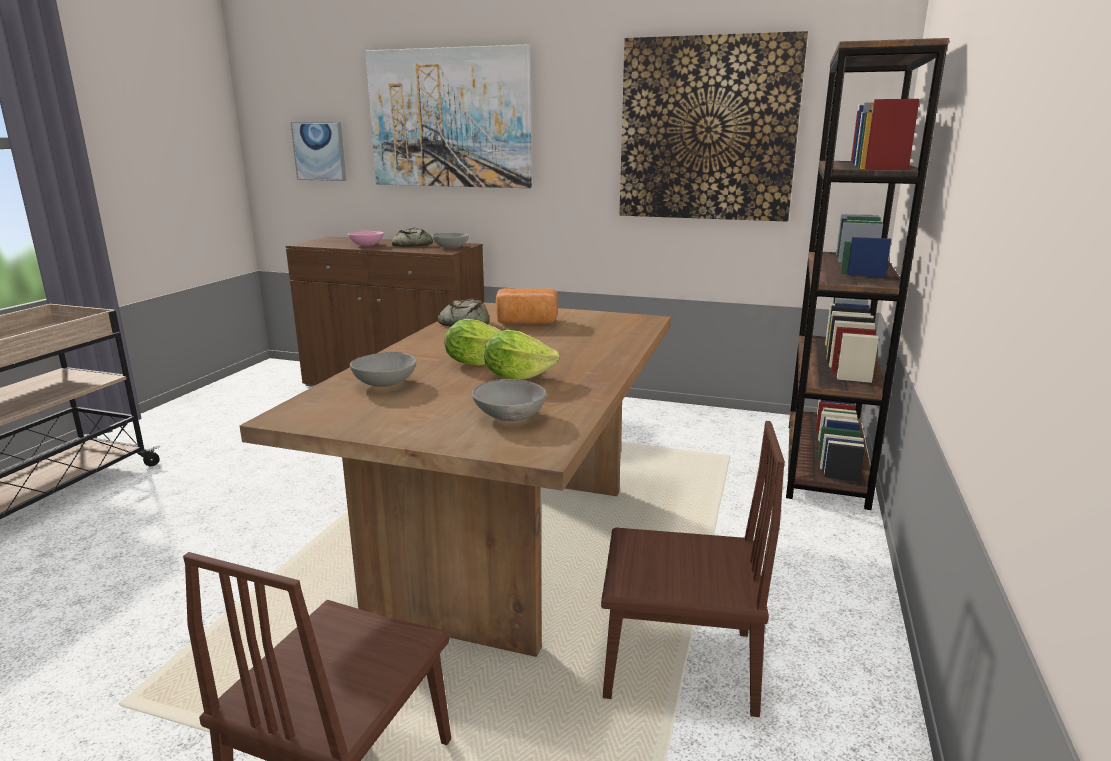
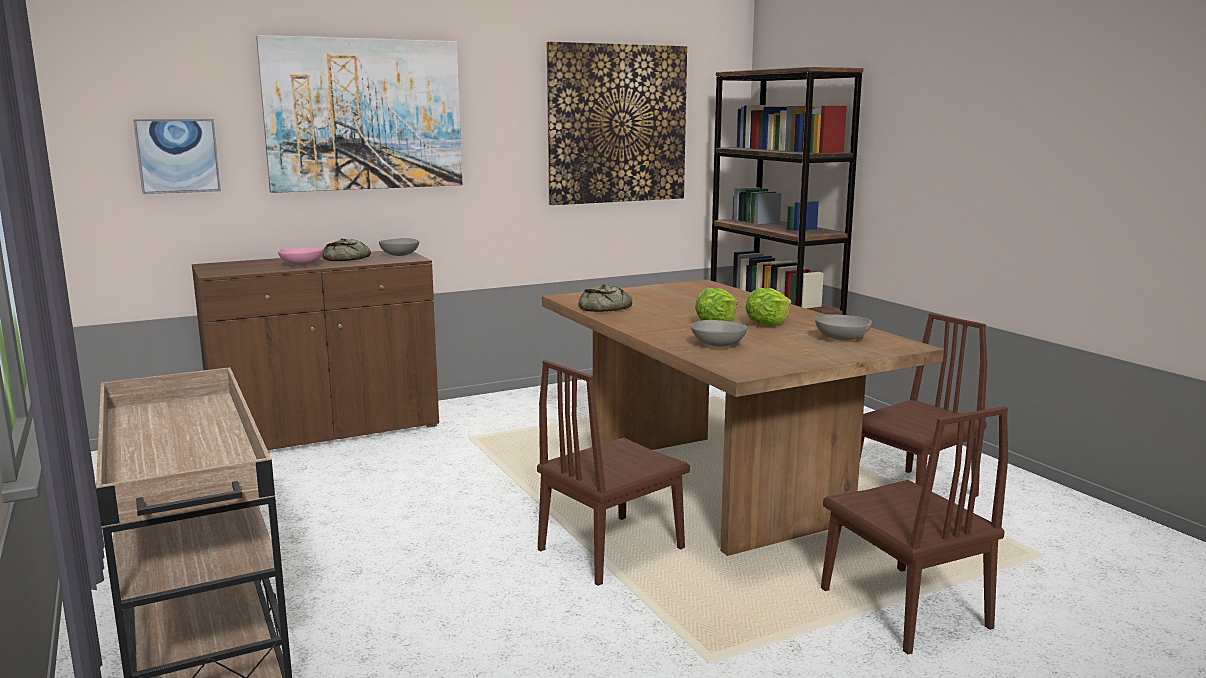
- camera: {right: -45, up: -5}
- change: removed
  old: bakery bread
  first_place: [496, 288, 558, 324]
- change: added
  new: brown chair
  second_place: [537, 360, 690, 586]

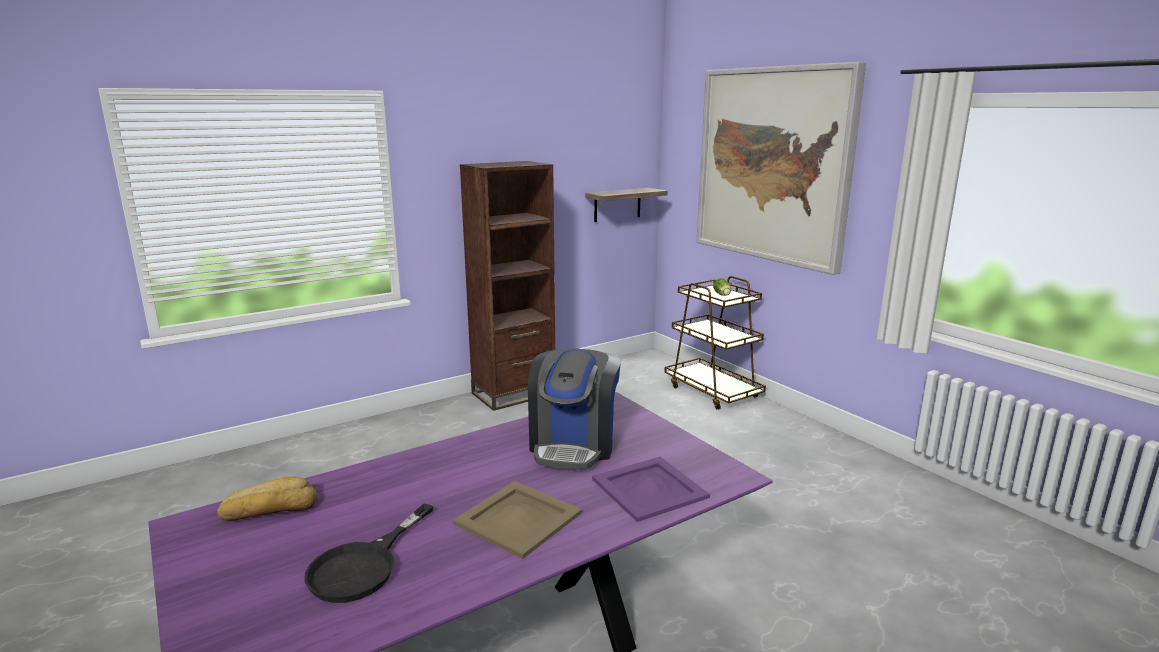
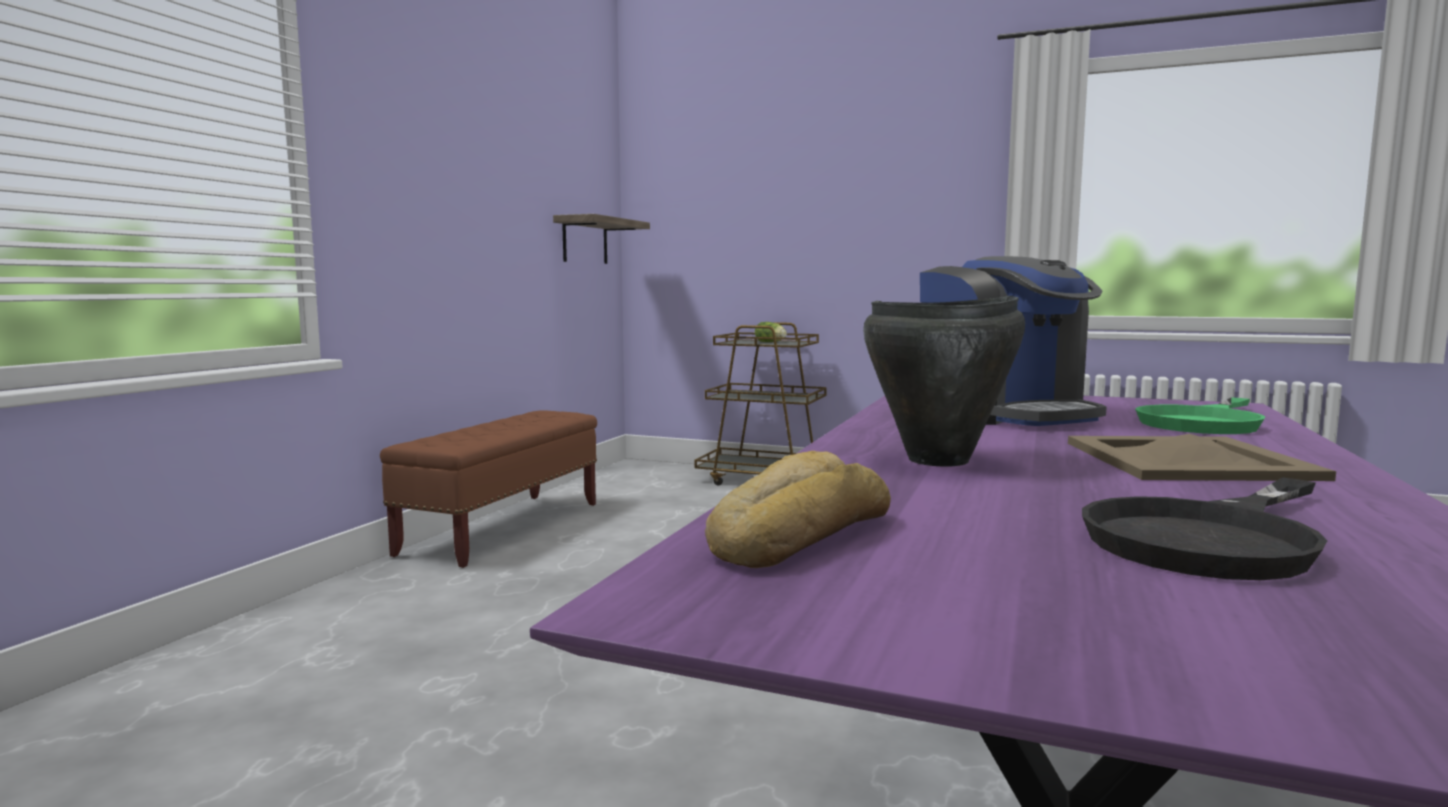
- camera: {right: -35, up: -10}
- change: removed
  old: wall art
  first_place: [697, 62, 866, 275]
- change: added
  new: blackish cooking pot
  second_place: [863, 296, 1025, 467]
- change: replaced
  old: brown bookcase
  new: brown long seat
  first_place: [460, 161, 555, 411]
  second_place: [380, 410, 597, 568]
- change: replaced
  old: purple-coloured serving tray
  new: green-coloured pan
  first_place: [592, 457, 710, 522]
  second_place: [1135, 397, 1265, 434]
- change: turned
  old: blackish pan
  first_place: [304, 504, 434, 603]
  second_place: [1082, 477, 1327, 580]
  degrees: 60

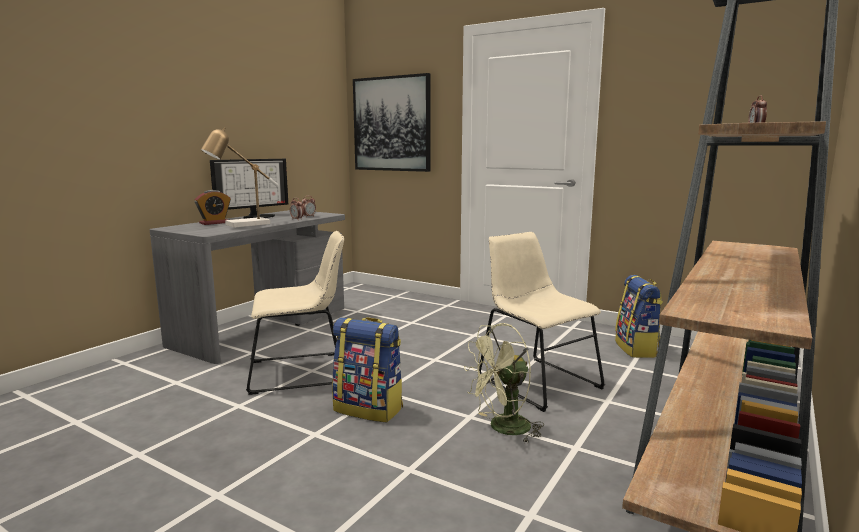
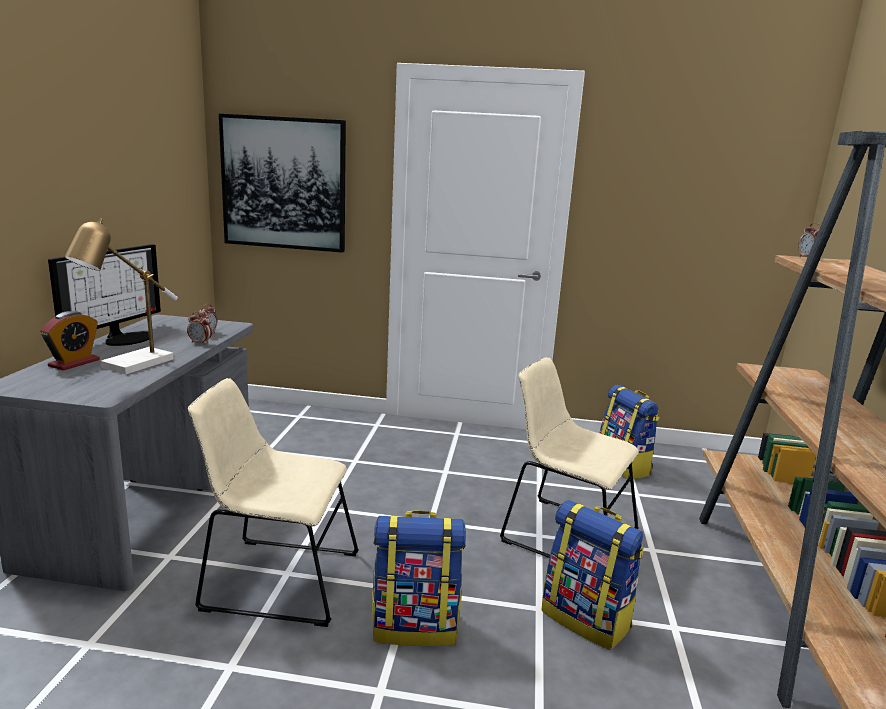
- camera: {right: -25, up: 5}
- change: replaced
  old: green-coloured fan
  new: backpack
  first_place: [464, 323, 544, 442]
  second_place: [542, 500, 644, 650]
- change: turned
  old: beige chair
  first_place: [246, 231, 344, 395]
  second_place: [188, 378, 359, 627]
  degrees: -135

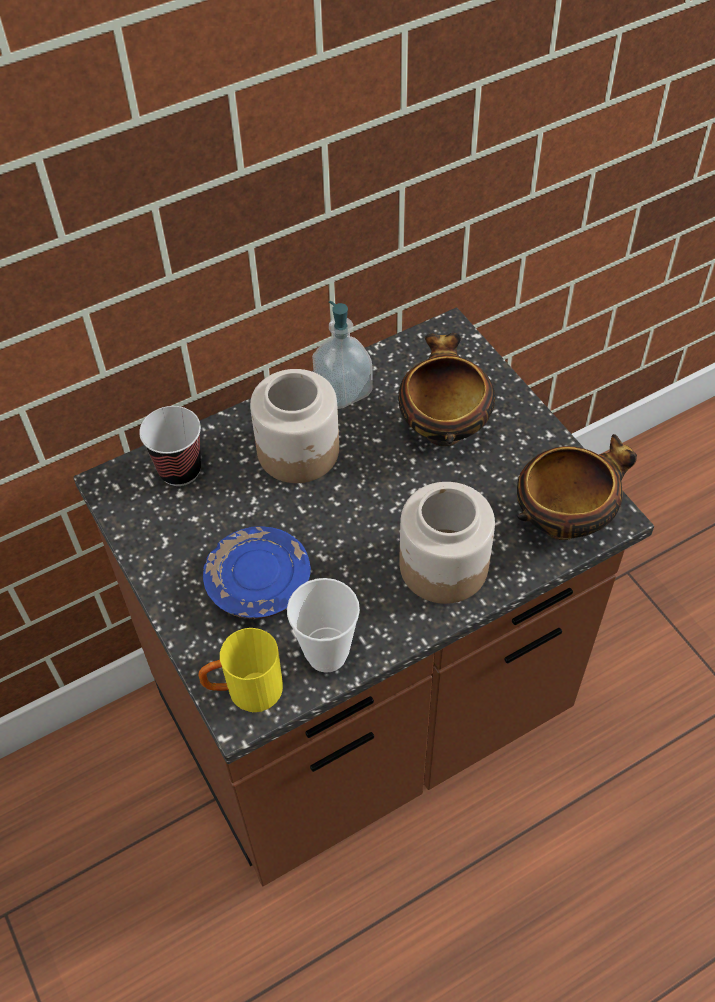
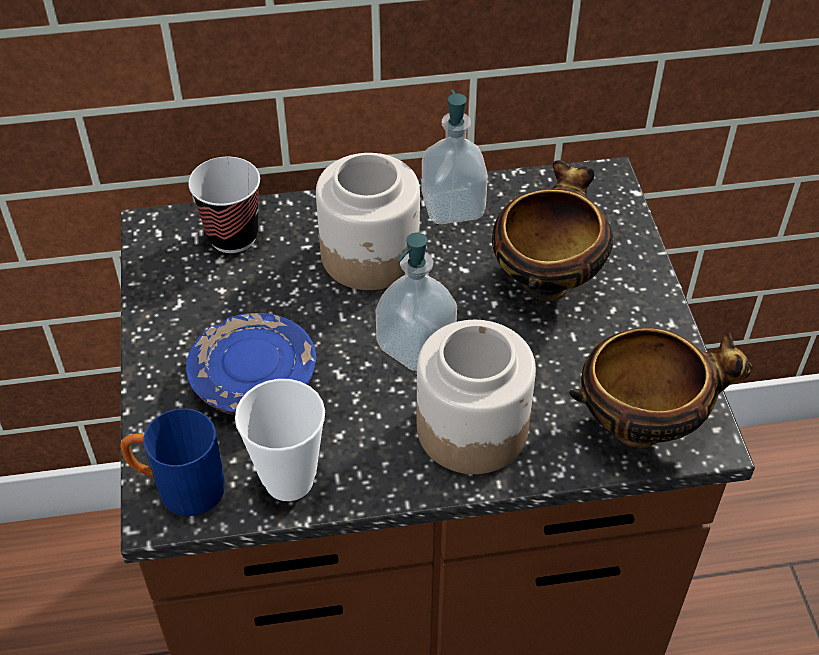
- camera: {right: 20, up: -5}
- change: added
  new: soap dispenser
  second_place: [376, 232, 457, 371]
- change: recoloured
  old: yellowish tea mug
  new: blue tea mug
  first_place: [198, 628, 283, 712]
  second_place: [120, 409, 225, 516]

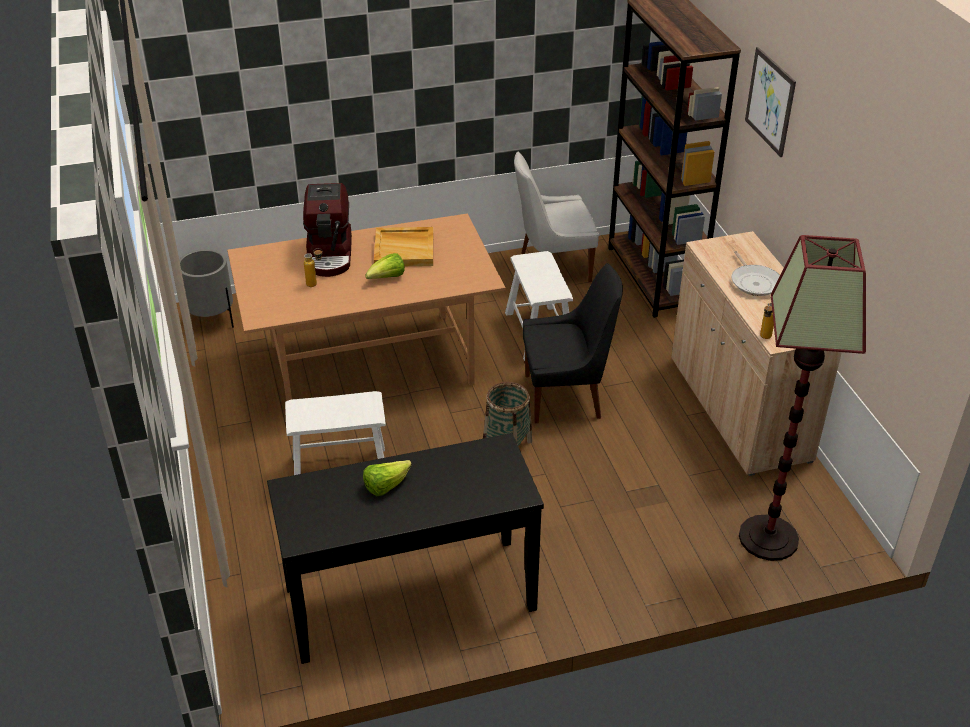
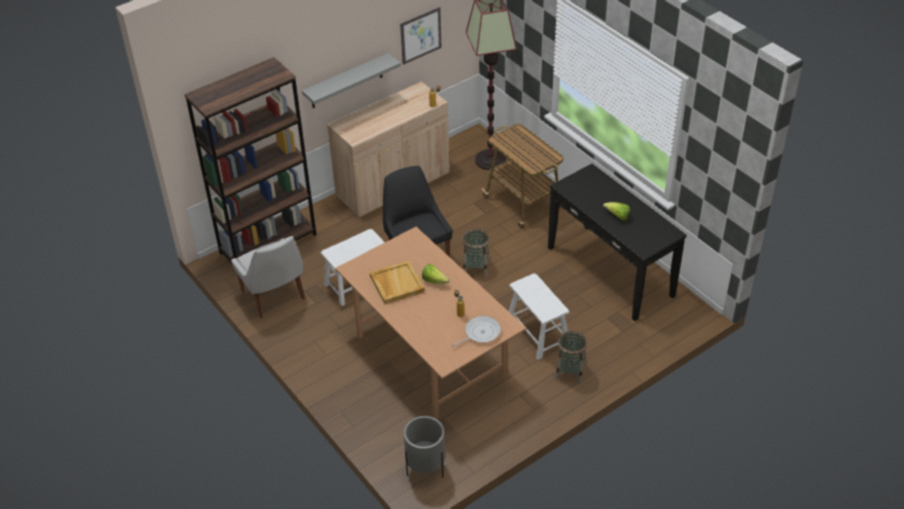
- camera: {right: -110, up: 5}
- change: removed
  old: coffee brewer
  first_place: [303, 183, 352, 277]
- change: added
  new: gray shelf
  second_place: [302, 53, 401, 108]
- change: added
  new: cart
  second_place: [481, 124, 564, 228]
- change: added
  new: household basket
  second_place: [555, 331, 587, 384]
- change: moved
  old: pan
  first_place: [731, 251, 780, 296]
  second_place: [452, 316, 501, 347]
- change: moved
  old: wall art
  first_place: [745, 47, 796, 157]
  second_place: [400, 7, 442, 65]

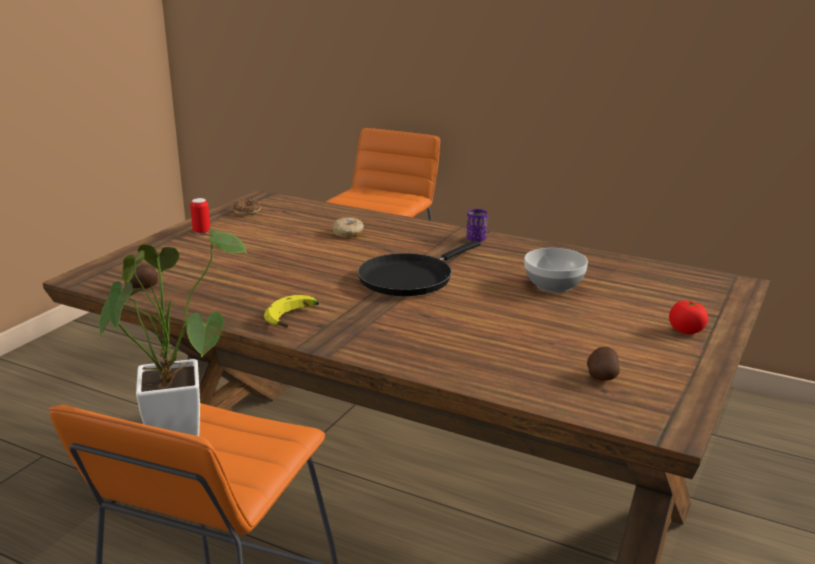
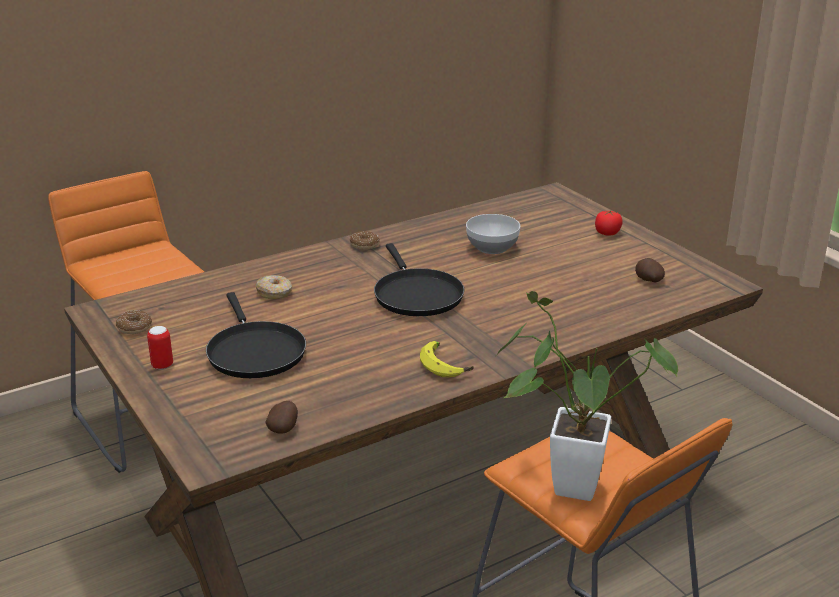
- camera: {right: -60, up: 5}
- change: added
  new: blackish pan
  second_place: [206, 292, 306, 378]
- change: replaced
  old: purple-coloured cup
  new: doughnut
  first_place: [467, 209, 488, 242]
  second_place: [350, 231, 380, 250]

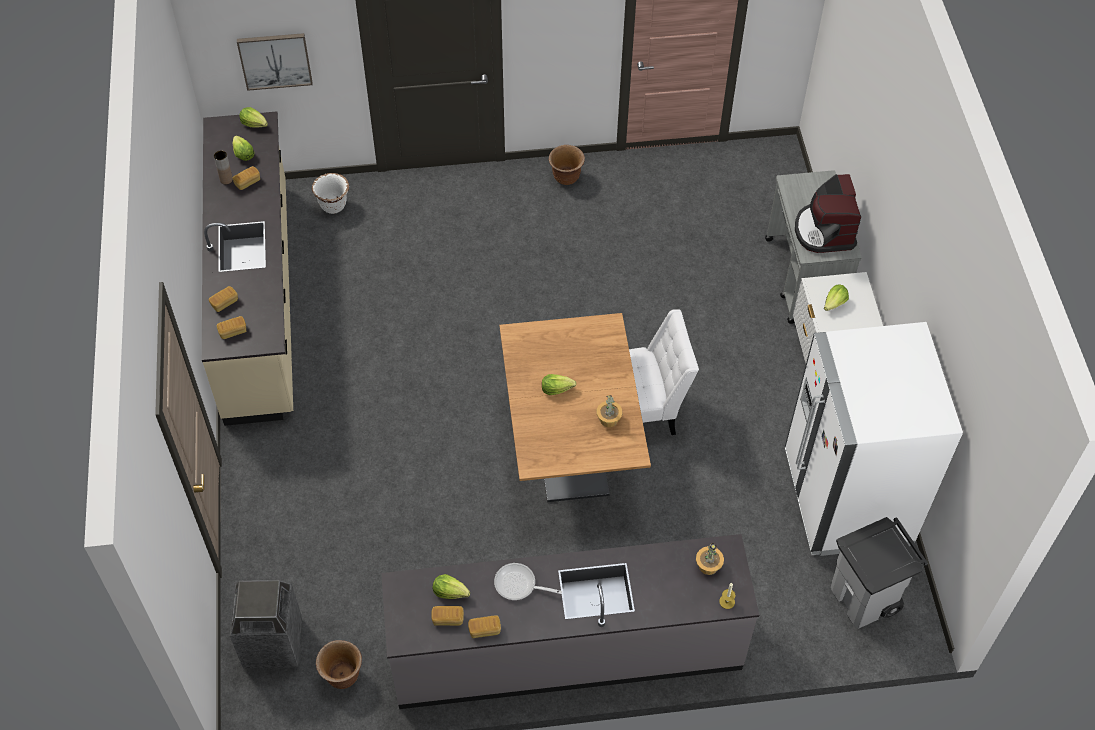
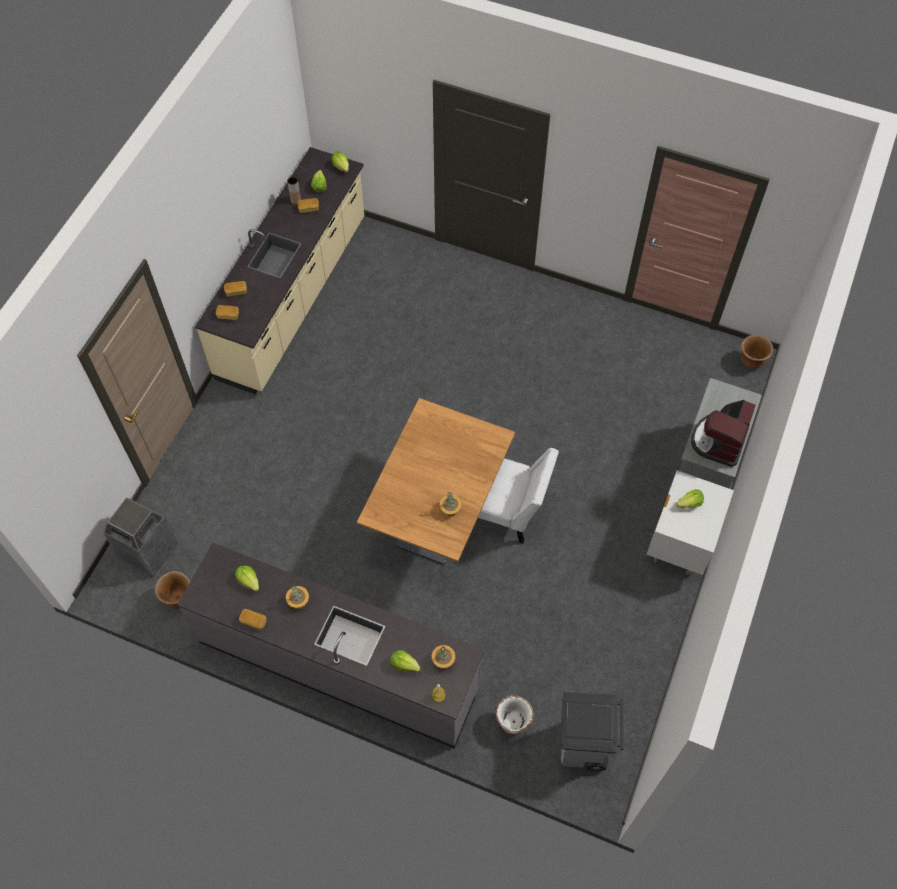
- camera: {right: 30, up: 5}
- change: removed
  old: wall art
  first_place: [237, 33, 313, 91]
- change: removed
  old: bakery bread
  first_place: [431, 606, 464, 626]
- change: removed
  old: white fridge
  first_place: [785, 322, 963, 556]
- change: moved
  old: white plant pot
  first_place: [312, 173, 349, 214]
  second_place: [496, 696, 534, 734]
- change: moved
  old: lettuce
  first_place: [542, 374, 576, 395]
  second_place: [390, 650, 421, 672]
- change: moved
  old: brown plant pot
  first_place: [549, 145, 585, 185]
  second_place: [741, 335, 773, 369]
- change: replaced
  old: pan
  new: plant in a pot
  first_place: [494, 563, 562, 600]
  second_place: [286, 586, 309, 609]

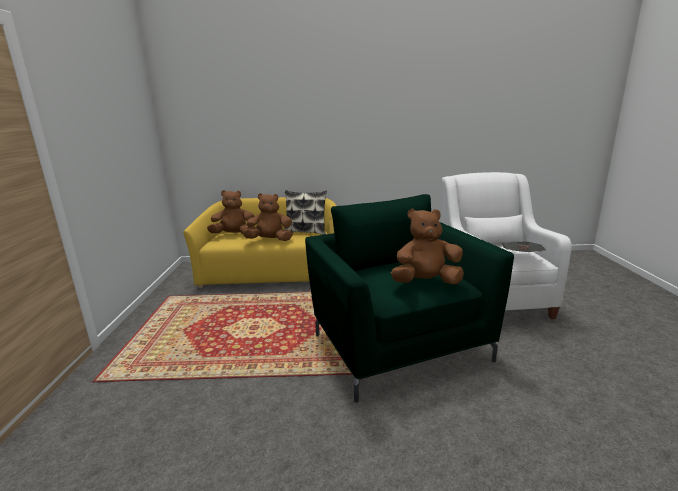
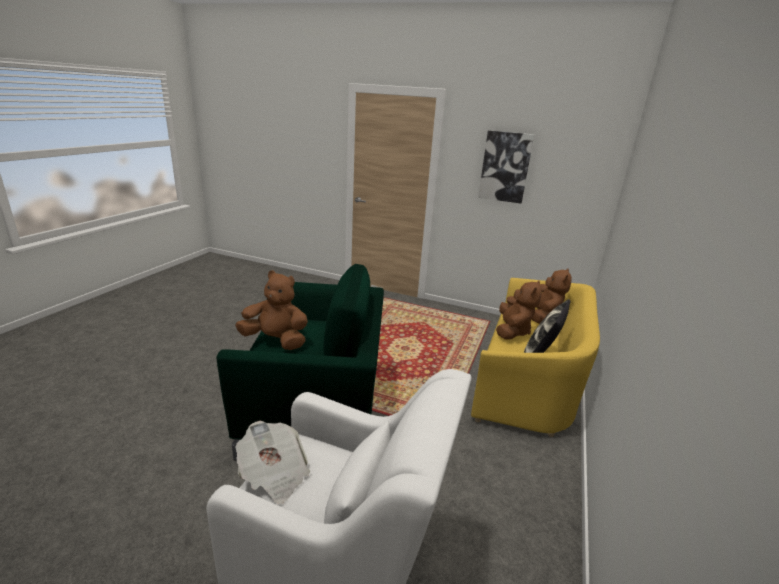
- camera: {right: 110, up: 5}
- change: added
  new: wall art
  second_place: [478, 130, 534, 204]
- change: turned
  old: brown plush toy
  first_place: [391, 209, 464, 284]
  second_place: [235, 270, 308, 350]
  degrees: -90

